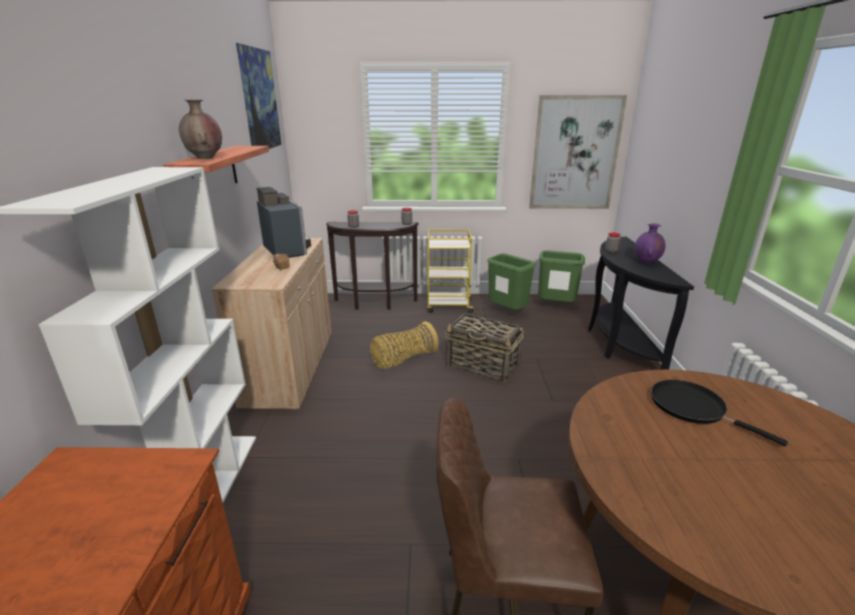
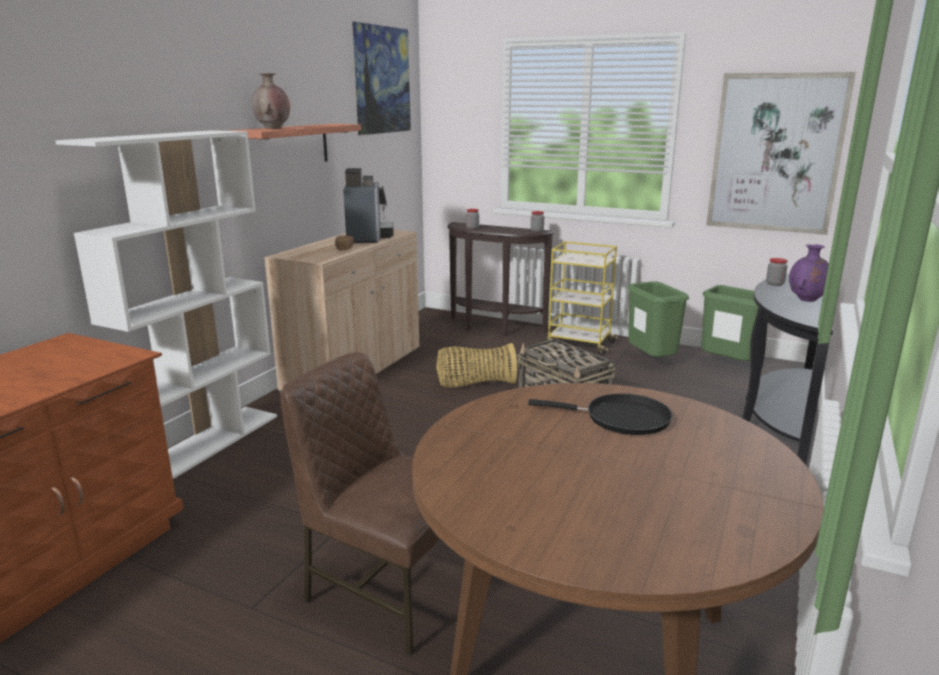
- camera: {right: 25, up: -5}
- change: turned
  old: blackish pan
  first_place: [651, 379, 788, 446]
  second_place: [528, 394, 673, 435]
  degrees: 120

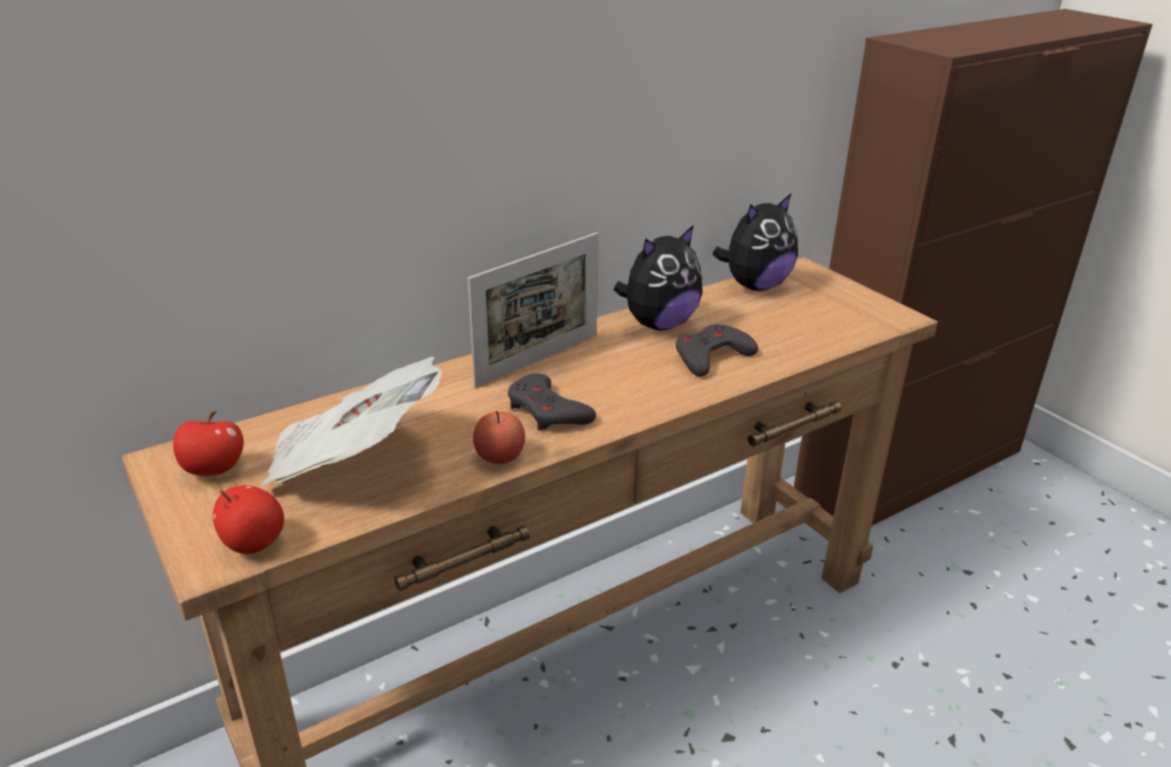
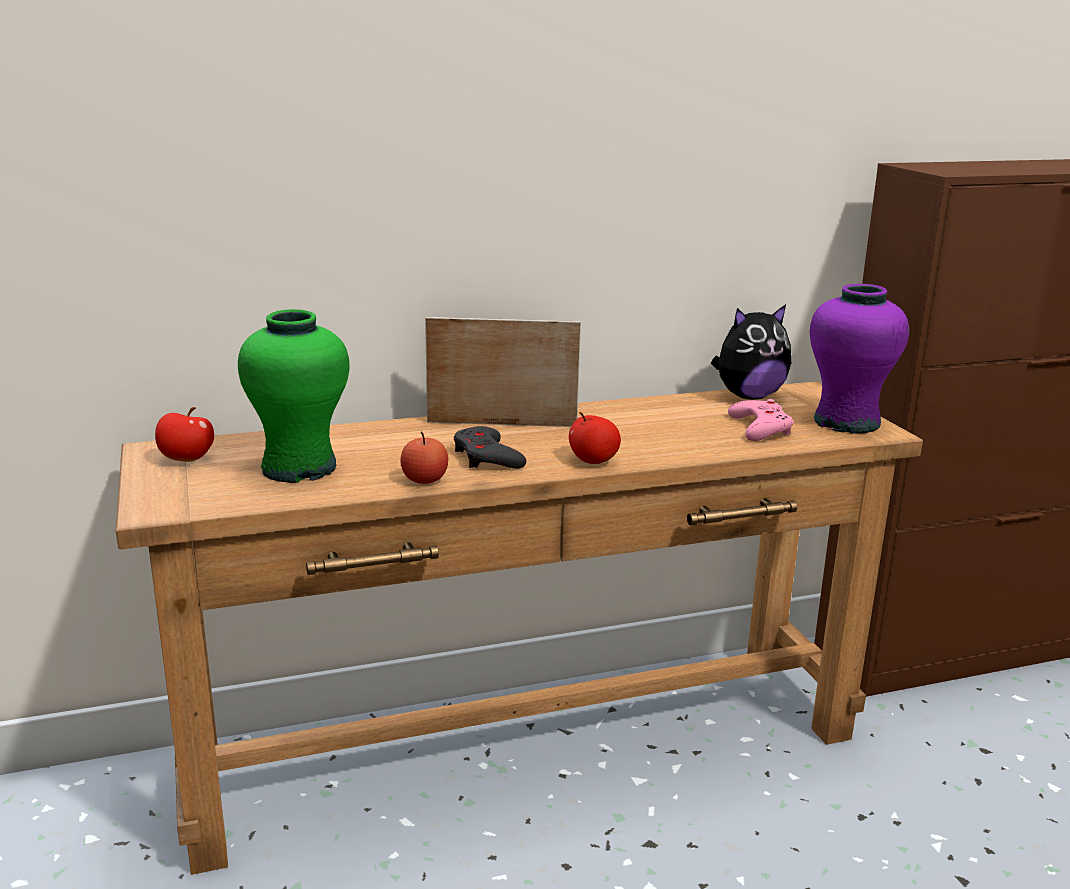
- camera: {right: 15, up: -10}
- change: removed
  old: plush toy
  first_place: [614, 225, 703, 330]
- change: removed
  old: gray joypad
  first_place: [676, 324, 758, 376]
- change: added
  new: pink-coloured joypad
  second_place: [728, 399, 793, 441]
- change: added
  new: purple-coloured vase
  second_place: [810, 284, 909, 434]
- change: moved
  old: apple
  first_place: [213, 485, 284, 554]
  second_place: [569, 412, 621, 464]
- change: replaced
  old: printed paper
  new: green-coloured vase
  first_place: [261, 357, 442, 486]
  second_place: [238, 309, 350, 483]
- change: turned
  old: photo frame
  first_place: [468, 232, 599, 388]
  second_place: [425, 317, 581, 427]
  degrees: -150

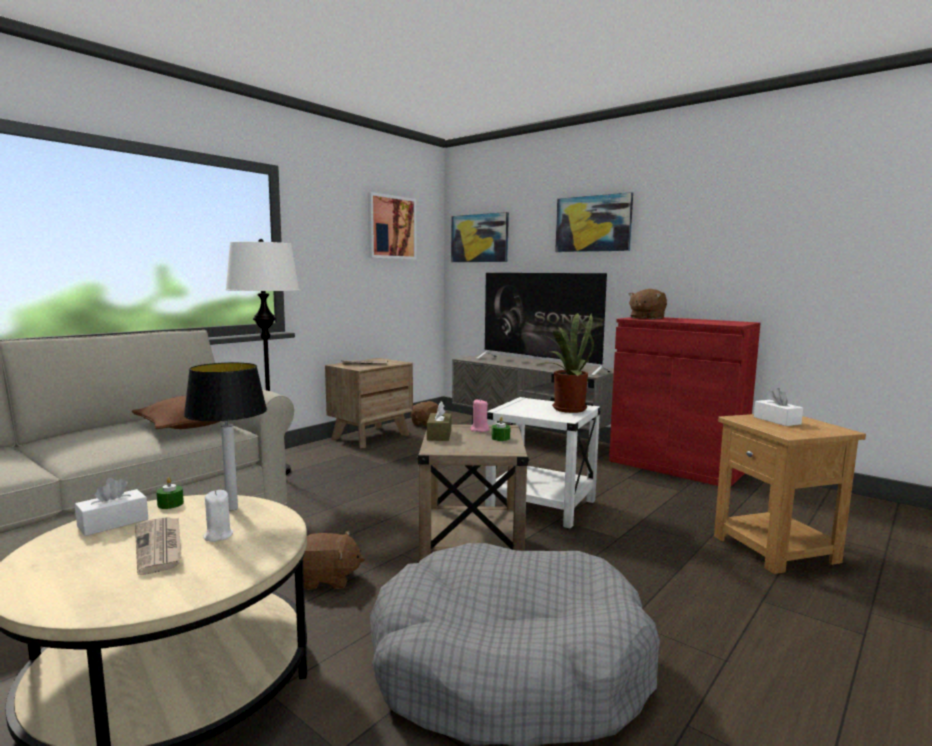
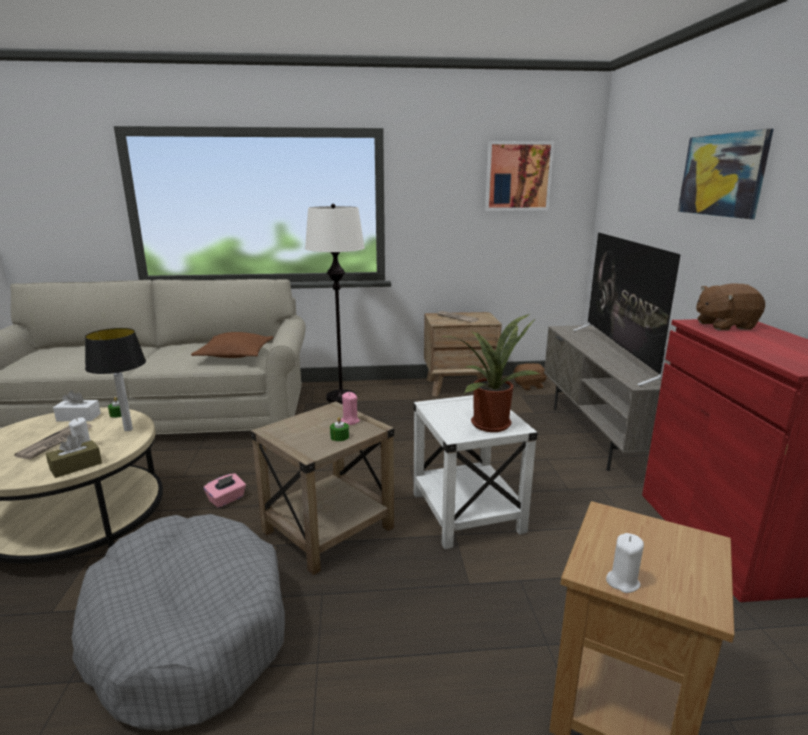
- camera: {right: 45, up: 10}
- change: removed
  old: wall art
  first_place: [451, 212, 509, 262]
- change: removed
  old: white tissue holder
  first_place: [754, 388, 803, 426]
- change: added
  new: white candle
  second_place: [606, 533, 644, 593]
- change: moved
  old: brown tissue holder
  first_place: [427, 401, 451, 441]
  second_place: [46, 435, 102, 478]
- change: replaced
  old: brown plush toy
  new: pink-coloured tissue holder
  first_place: [303, 531, 365, 590]
  second_place: [204, 473, 246, 508]

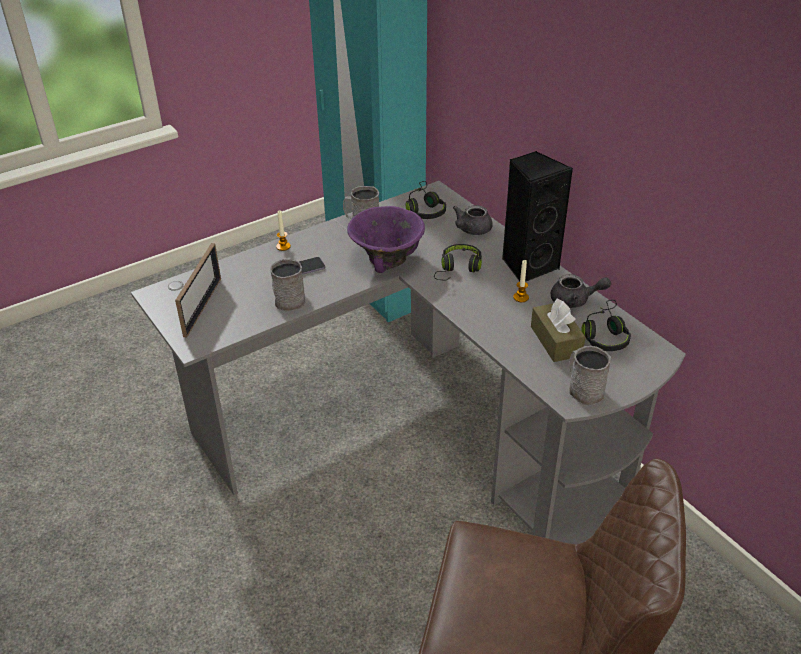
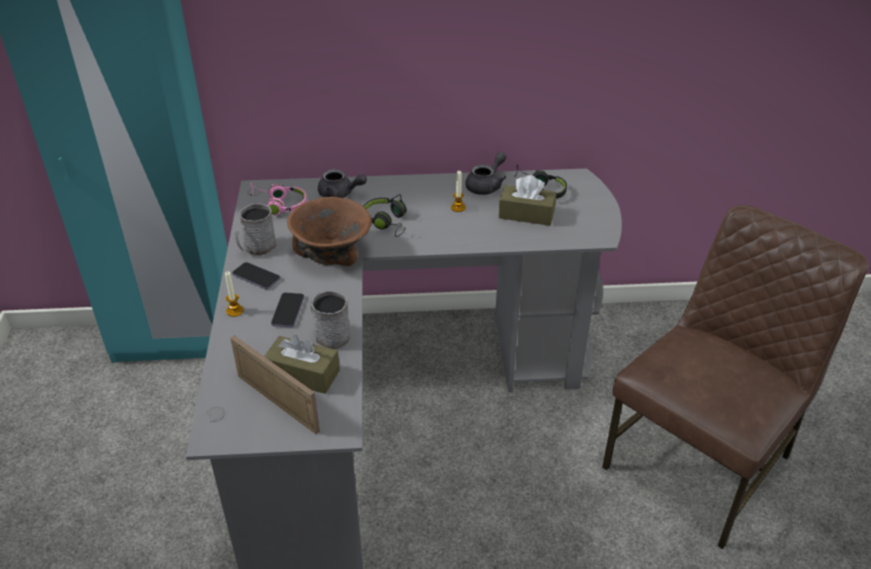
- camera: {right: -60, up: 0}
- change: removed
  old: blackish audio speaker
  first_place: [502, 151, 573, 282]
- change: removed
  old: gray tea mug
  first_place: [569, 346, 611, 405]
- change: added
  new: handset
  second_place: [232, 262, 280, 289]
- change: added
  new: brown tissue holder
  second_place: [264, 335, 340, 394]
- change: recoloured
  old: purple-coloured serving bowl
  new: brown serving bowl
  first_place: [347, 206, 425, 273]
  second_place: [287, 197, 372, 266]
- change: recoloured
  old: blackish headphones
  new: pink-coloured headphones
  first_place: [406, 181, 446, 219]
  second_place: [250, 182, 307, 215]
- change: turned
  old: gray pot for tea
  first_place: [453, 205, 493, 235]
  second_place: [318, 169, 367, 198]
  degrees: -45

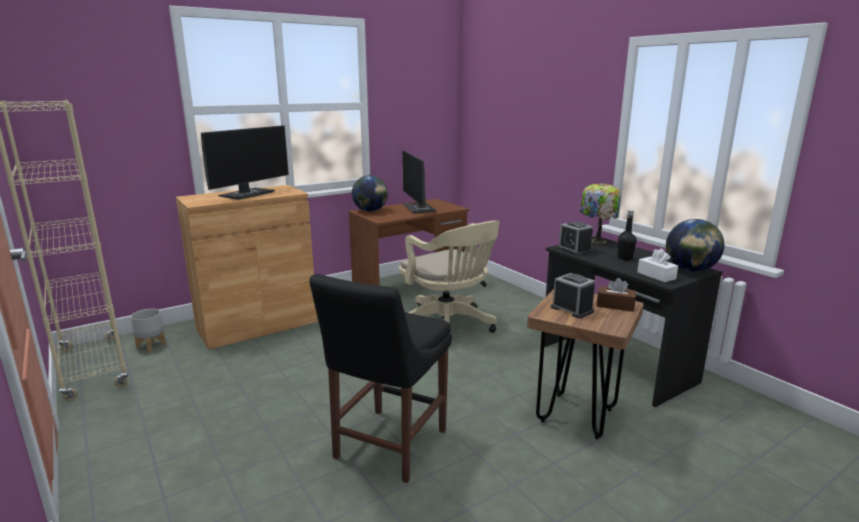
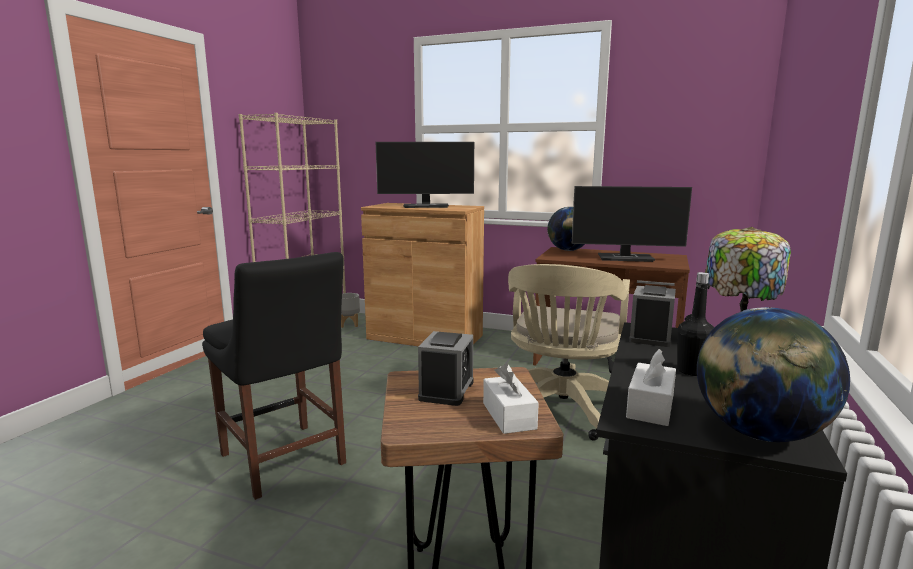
- camera: {right: 55, up: -5}
- change: recoloured
  old: brown tissue holder
  new: white tissue holder
  first_place: [597, 278, 636, 312]
  second_place: [483, 363, 539, 434]
- change: turned
  old: blackish chair
  first_place: [309, 274, 452, 483]
  second_place: [202, 252, 346, 500]
  degrees: -120
- change: turned
  old: computer display
  first_place: [402, 150, 436, 213]
  second_place: [572, 186, 692, 262]
  degrees: -120

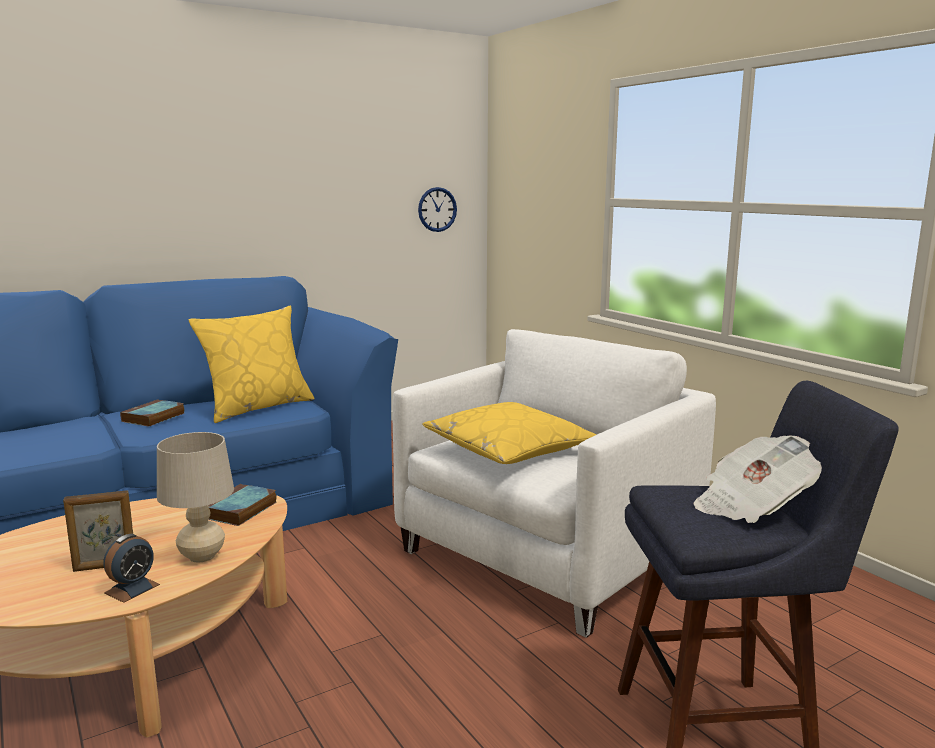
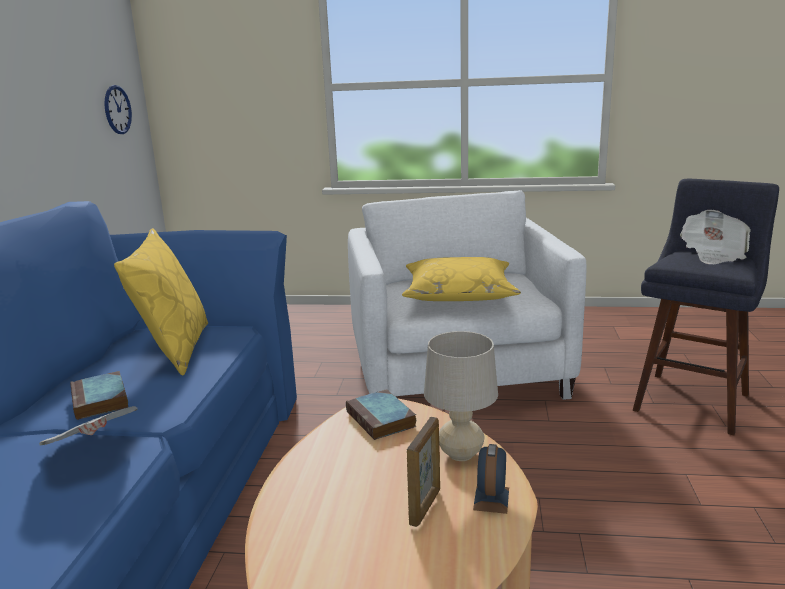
- camera: {right: -50, up: 5}
- change: added
  new: printed paper
  second_place: [39, 406, 138, 446]
- change: turned
  old: table clock
  first_place: [104, 534, 160, 603]
  second_place: [473, 444, 509, 514]
  degrees: -150

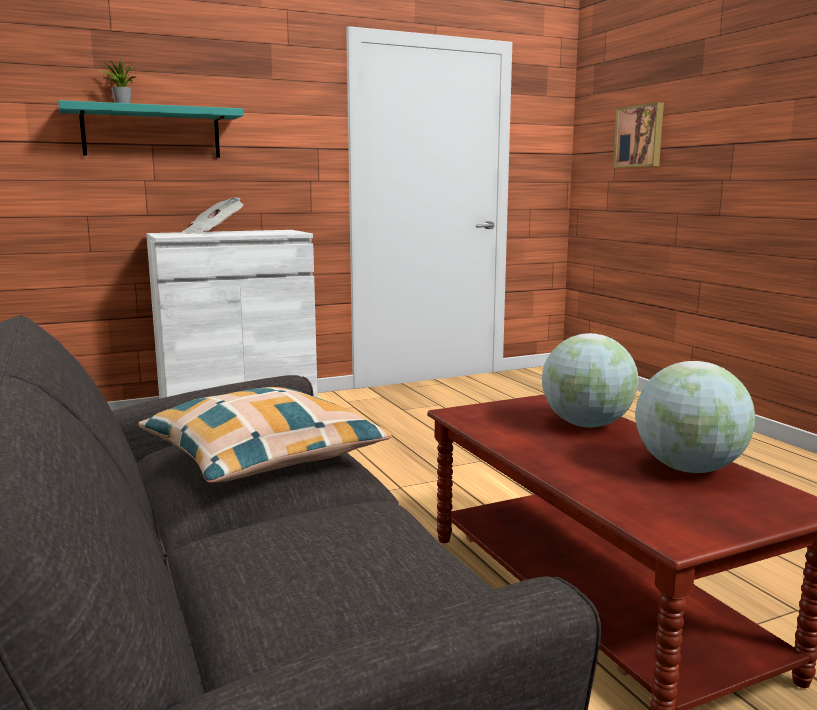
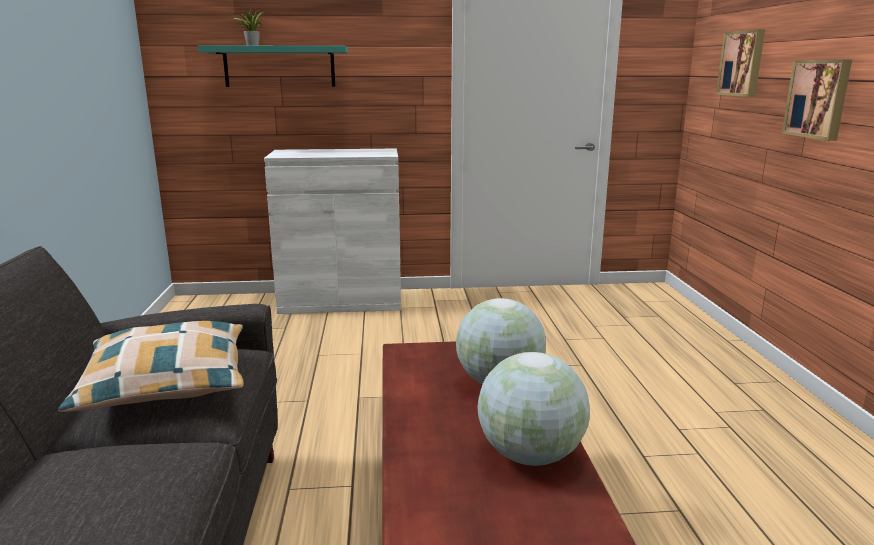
- camera: {right: 20, up: 5}
- change: removed
  old: printed paper
  first_place: [182, 198, 243, 234]
- change: added
  new: wall art
  second_place: [782, 59, 852, 141]

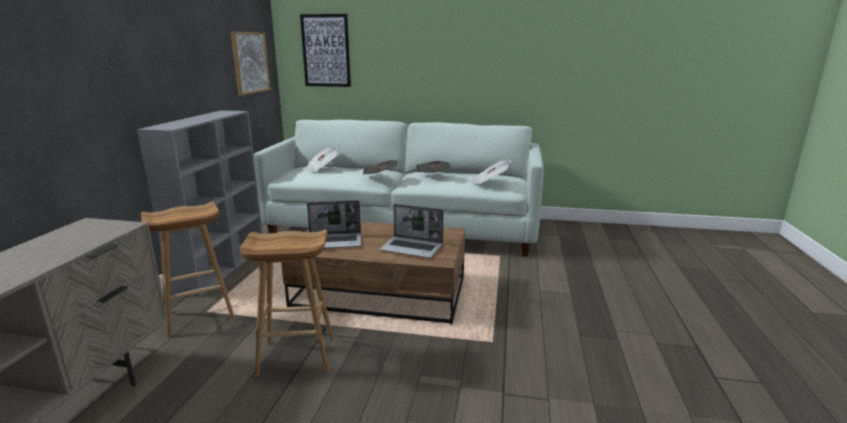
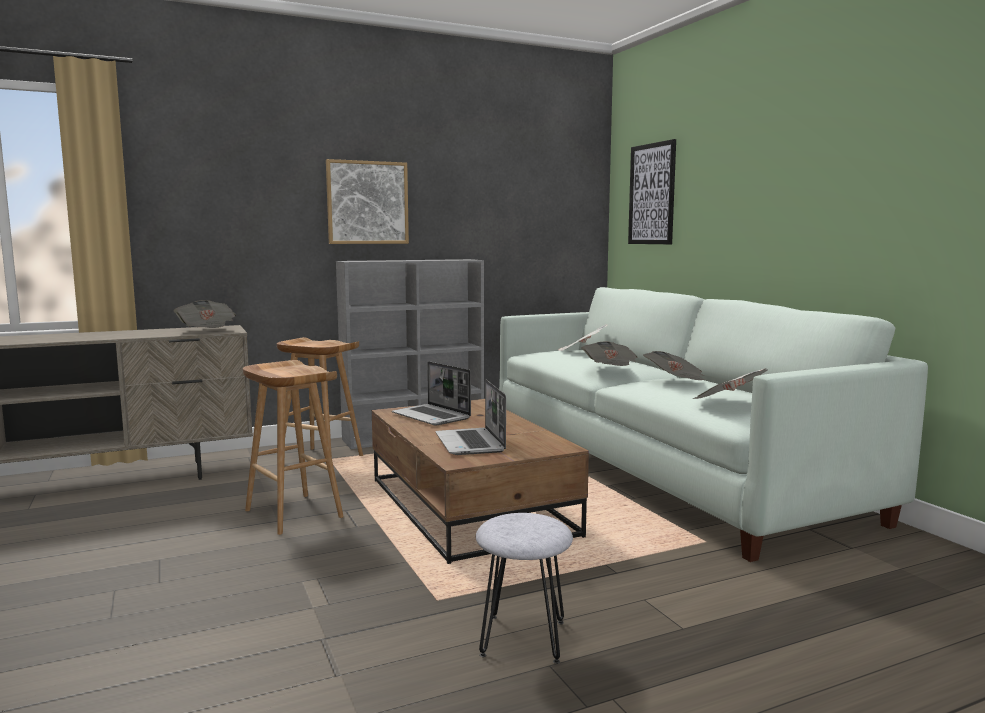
- camera: {right: 55, up: -10}
- change: added
  new: printed paper
  second_place: [173, 300, 236, 328]
- change: added
  new: gray sitting stool
  second_place: [476, 513, 573, 664]
- change: moved
  old: wall art
  first_place: [230, 32, 271, 95]
  second_place: [326, 159, 409, 244]

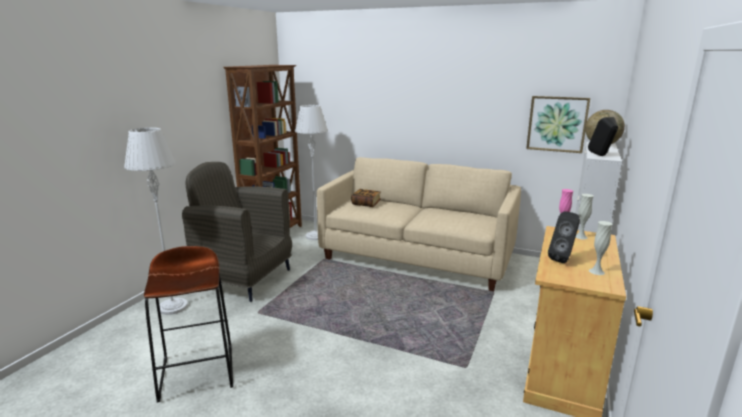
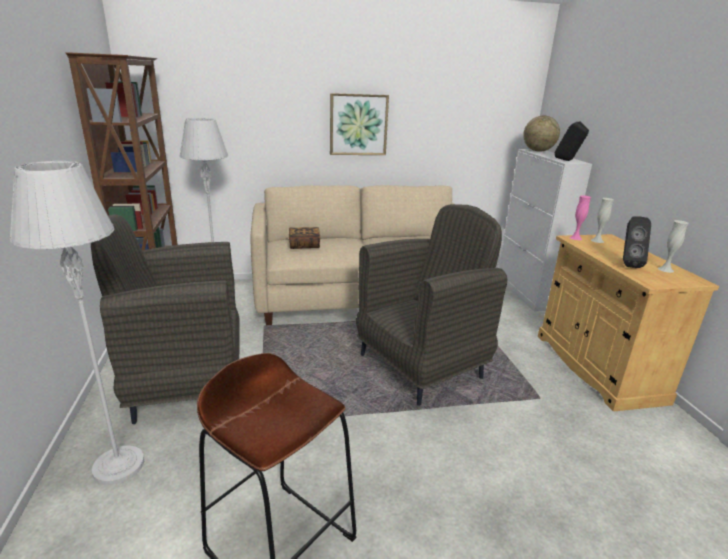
- camera: {right: -35, up: 5}
- change: added
  new: gray lounge chair
  second_place: [356, 204, 508, 406]
- change: moved
  old: wall art
  first_place: [526, 96, 590, 153]
  second_place: [330, 93, 389, 155]

